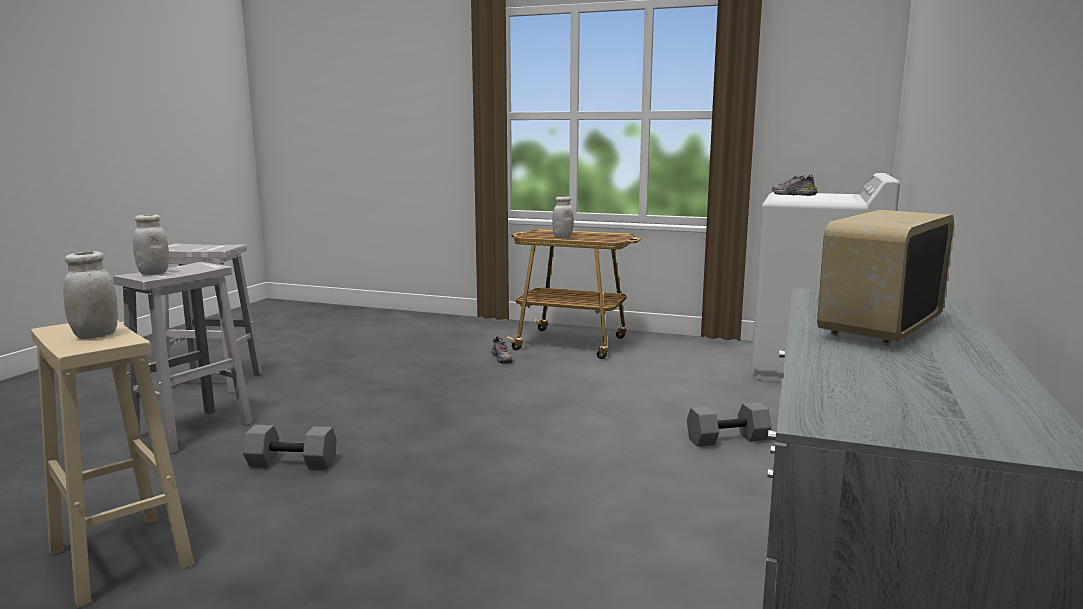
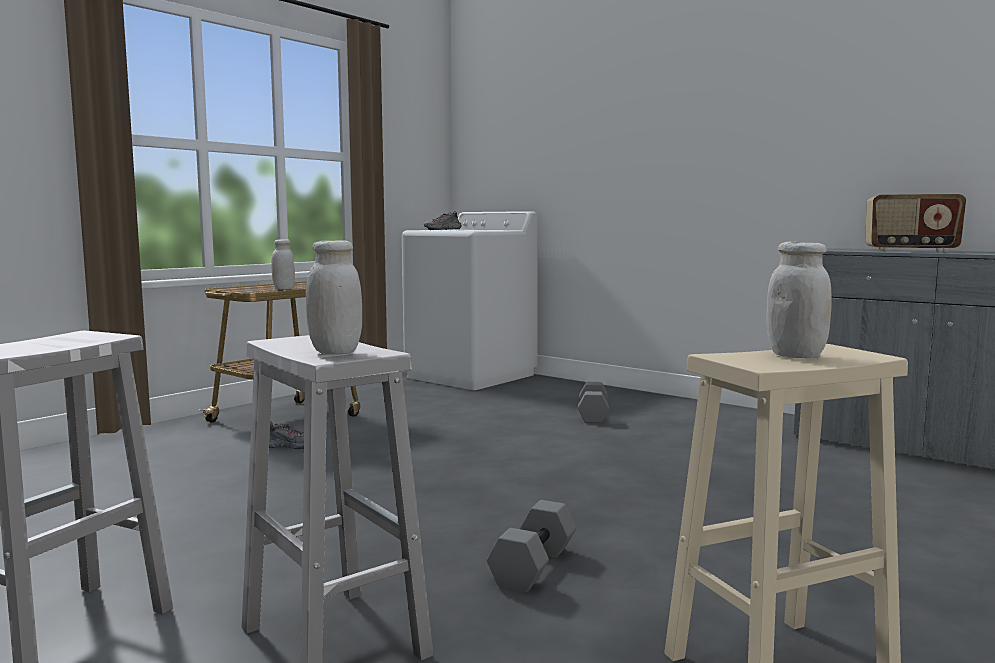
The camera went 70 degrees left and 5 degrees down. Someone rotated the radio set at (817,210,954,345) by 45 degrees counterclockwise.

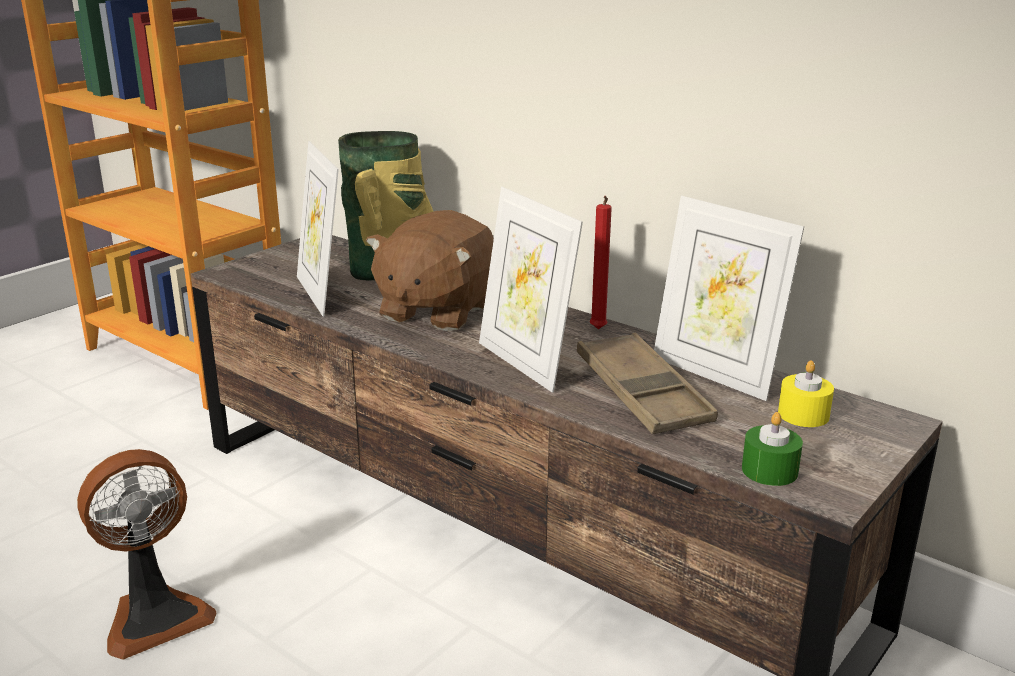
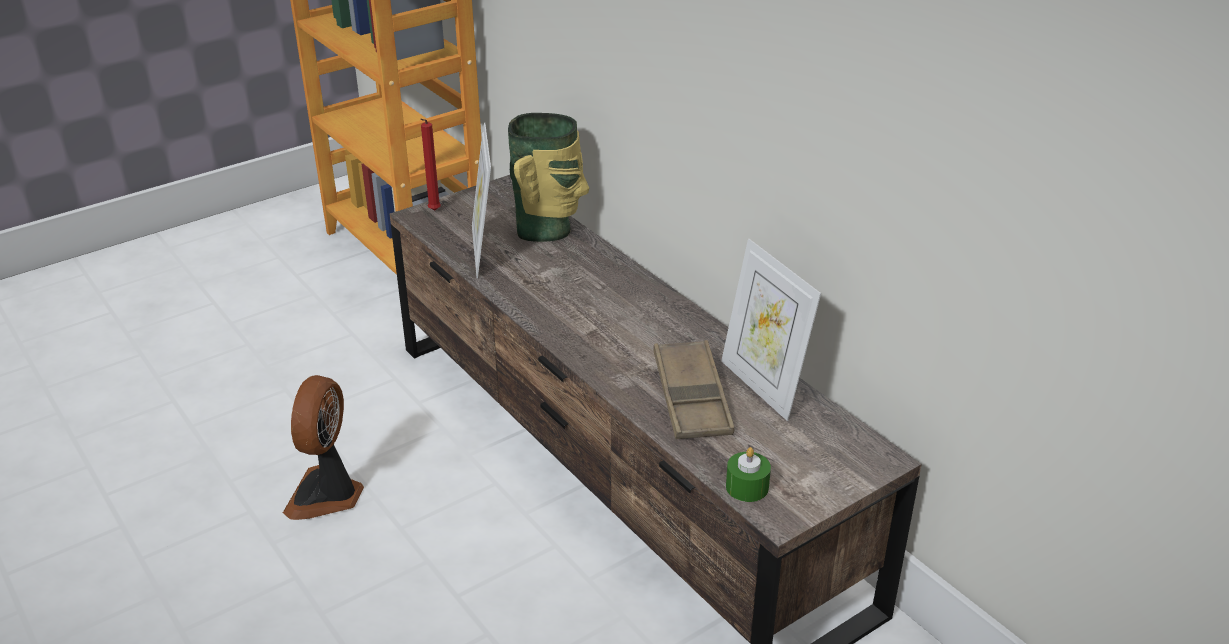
The camera went 15 degrees right and 10 degrees up. Someone rotated the cooling fan at (77,449,217,660) by 120 degrees clockwise. Someone took away the plush toy in brown at (366,210,494,331). Someone took away the picture frame at (479,187,583,393). Someone carried the wax candle in red-coloured from (590,196,612,329) to (420,118,441,210). Someone took away the wax candle in yellowish at (778,360,834,427).

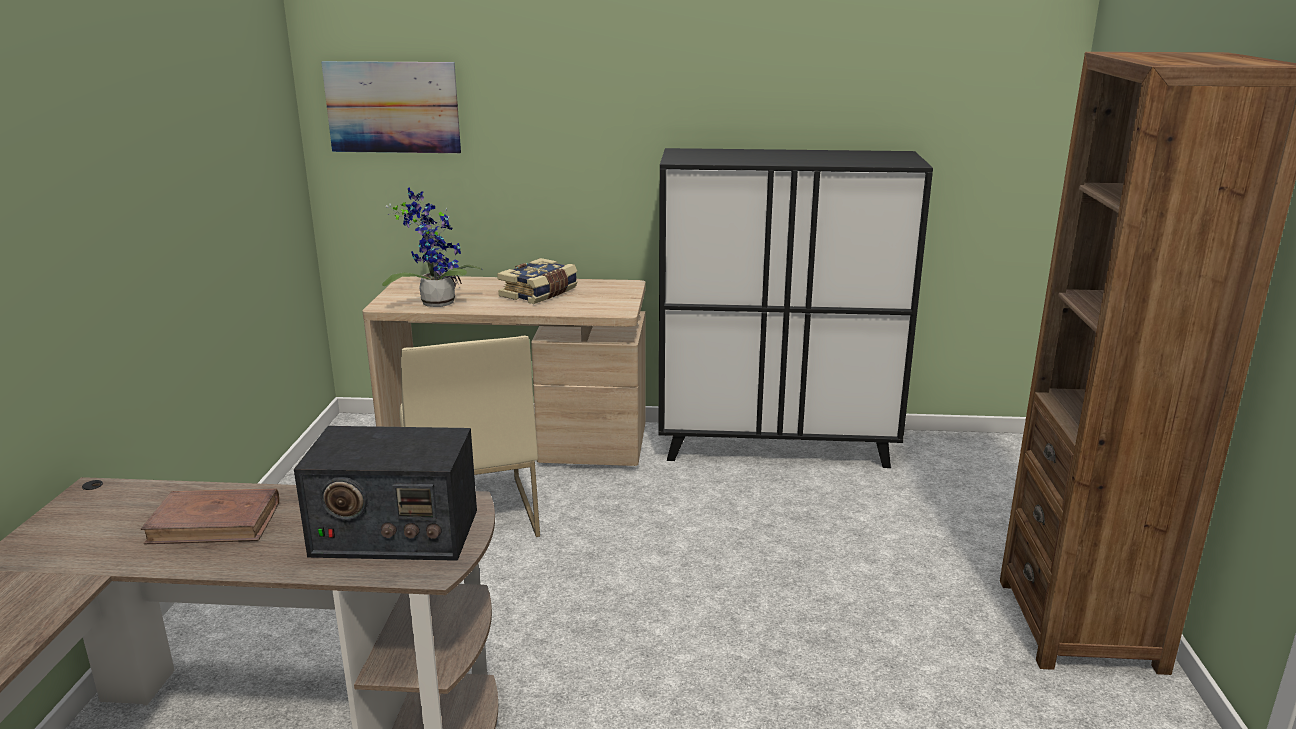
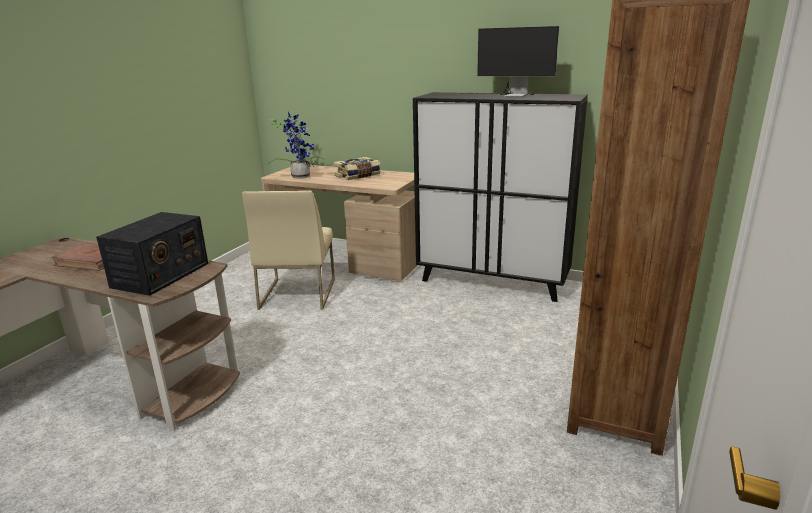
The camera went 20 degrees right and 0 degrees up. Someone rotated the radio set at (294,426,477,561) by 90 degrees counterclockwise. Someone took away the wall art at (321,61,461,153). Someone put down the monitor at (458,26,559,97).

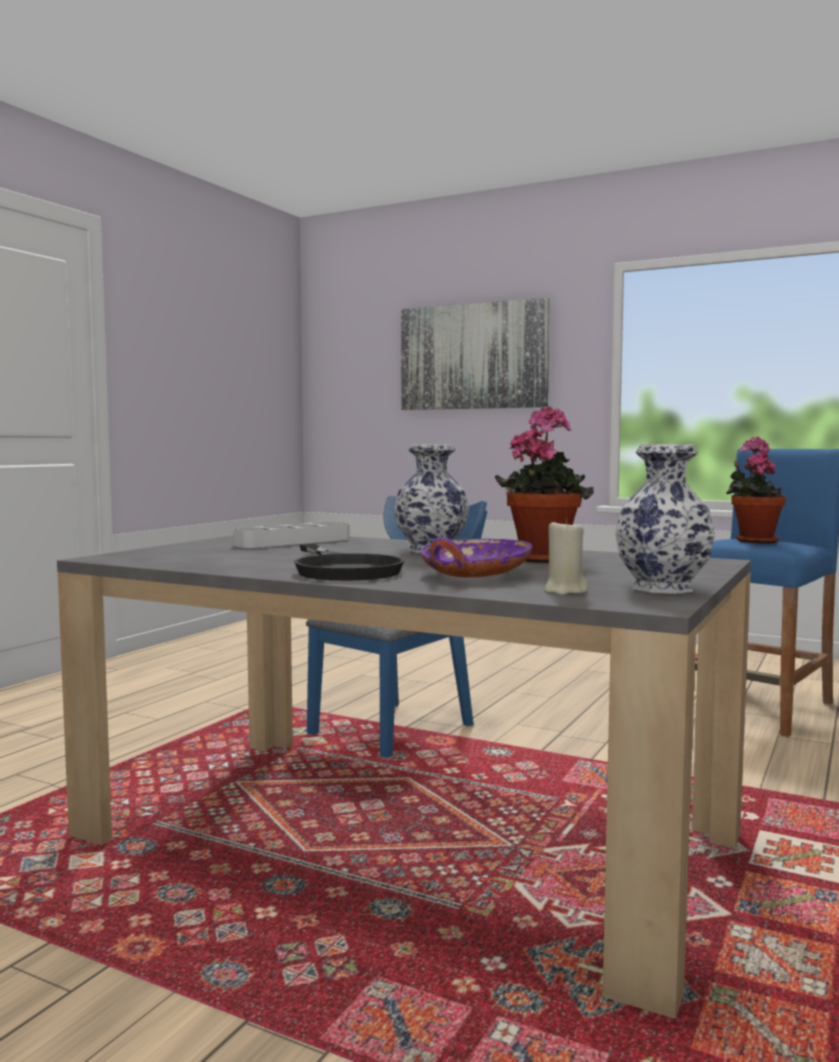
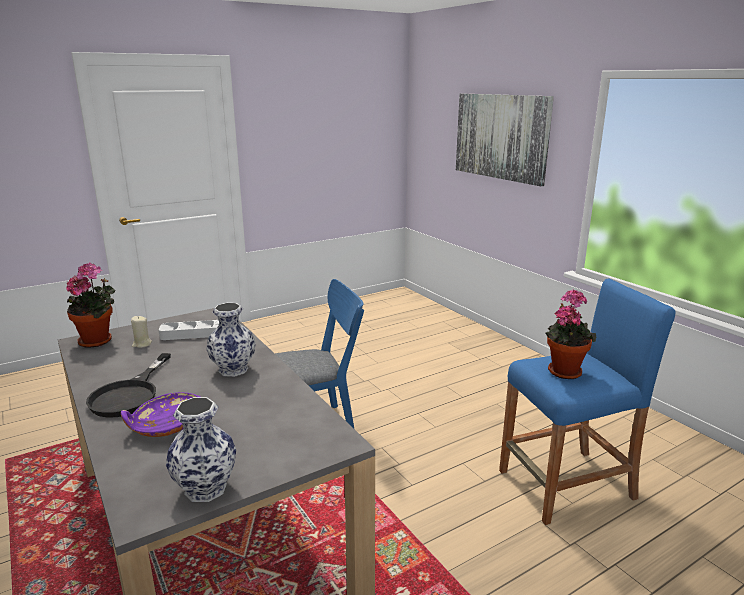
The camera went 30 degrees right and 15 degrees up. Someone carried the houseplant from (495,406,594,563) to (66,262,115,348). Someone carried the wax candle in beige-coloured from (544,519,588,595) to (131,316,152,348).

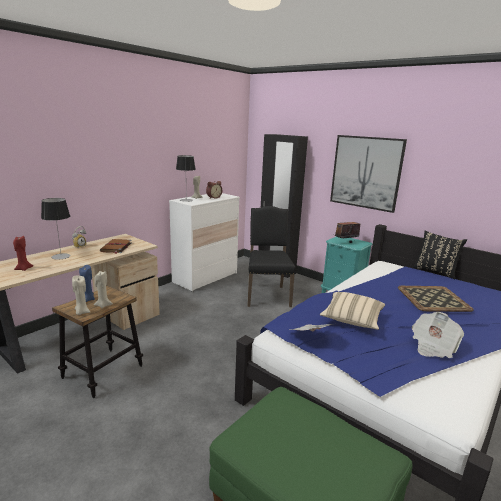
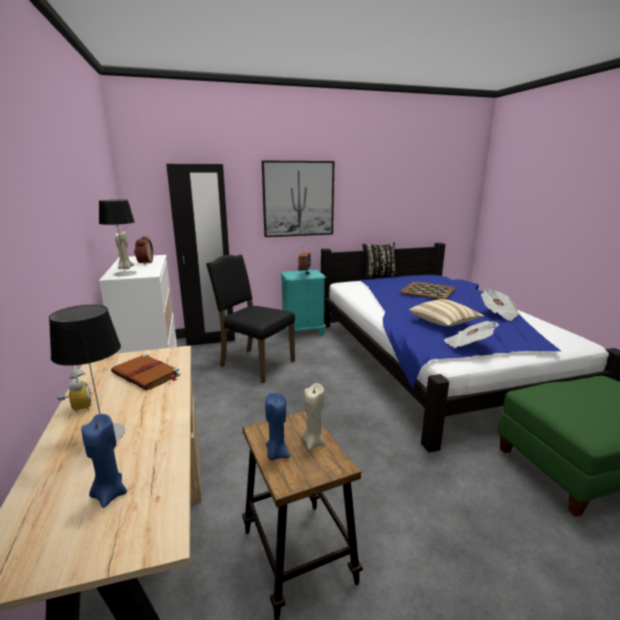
The camera went 55 degrees left and 0 degrees up. Someone repainted the wax candle in red-coloured at (13,236,33,271), which became the wax candle in blue-coloured at (81,414,127,508). Someone took away the wax candle in beige-coloured at (72,275,90,315).

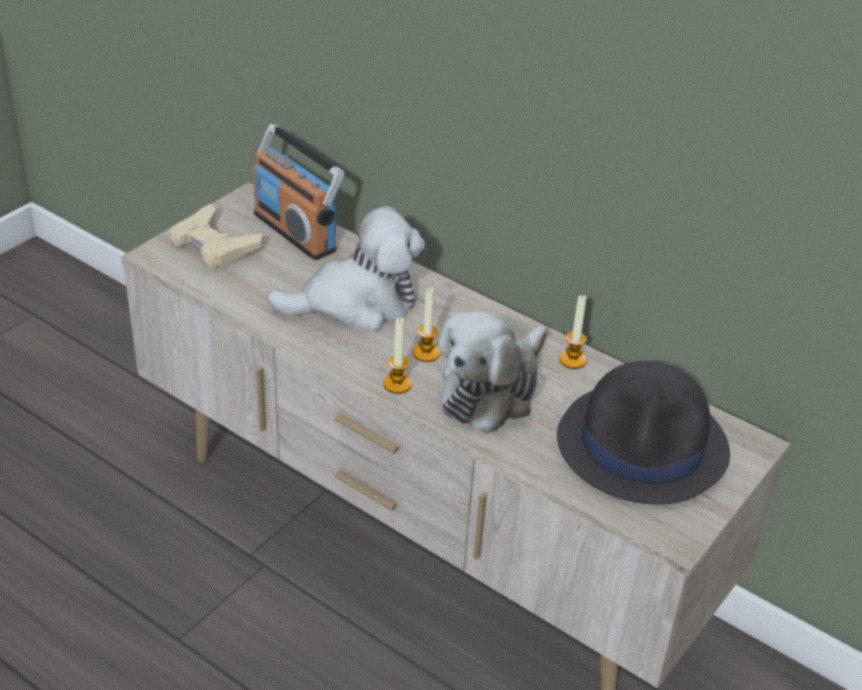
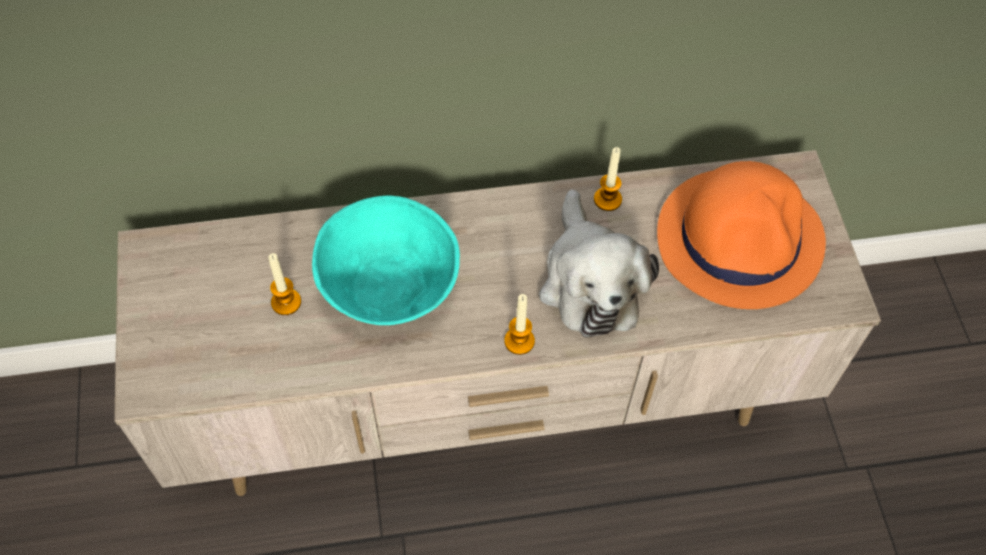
The camera went 45 degrees left and 20 degrees up. Someone took away the gamepad in beige-coloured at (170,204,264,269). Someone took away the radio set at (253,124,344,260). Someone swapped the plush toy at (267,206,425,332) for the serving bowl in turquoise-coloured at (312,196,460,325). Someone carried the wax candle from (413,287,440,362) to (268,253,301,315). Someone repainted the hat in black-coloured at (557,361,730,505), which became the hat in orange at (657,161,826,309).

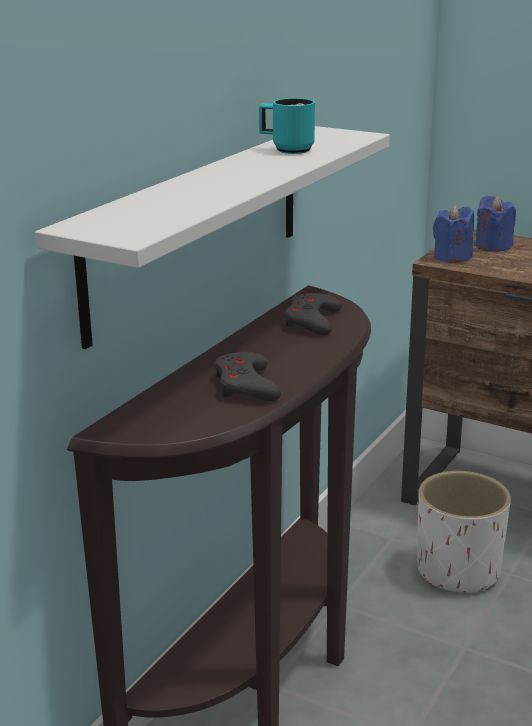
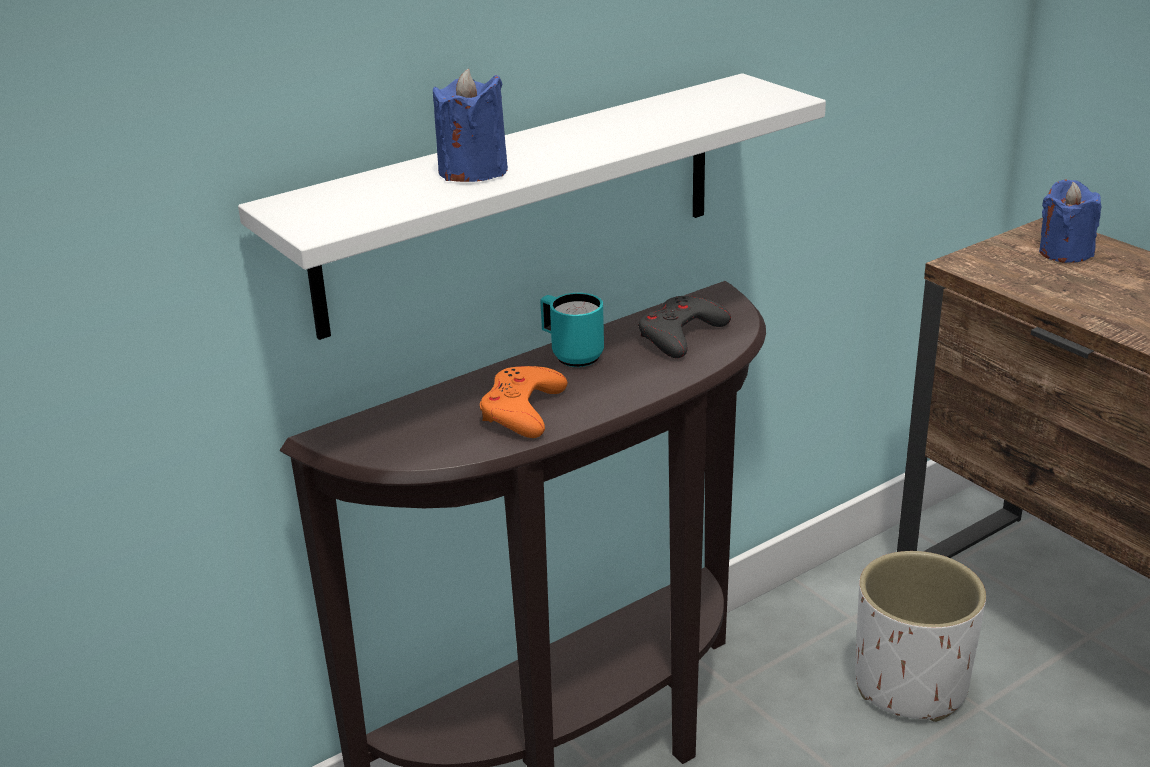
The camera went 25 degrees right and 5 degrees up. Someone repainted the gamepad in grey at (215,352,281,401), which became the gamepad in orange at (480,366,567,438). Someone carried the coffee mug in turquoise-coloured from (259,98,315,154) to (540,293,604,367). Someone carried the wax candle in blue-coloured from (433,204,474,263) to (433,69,508,182).

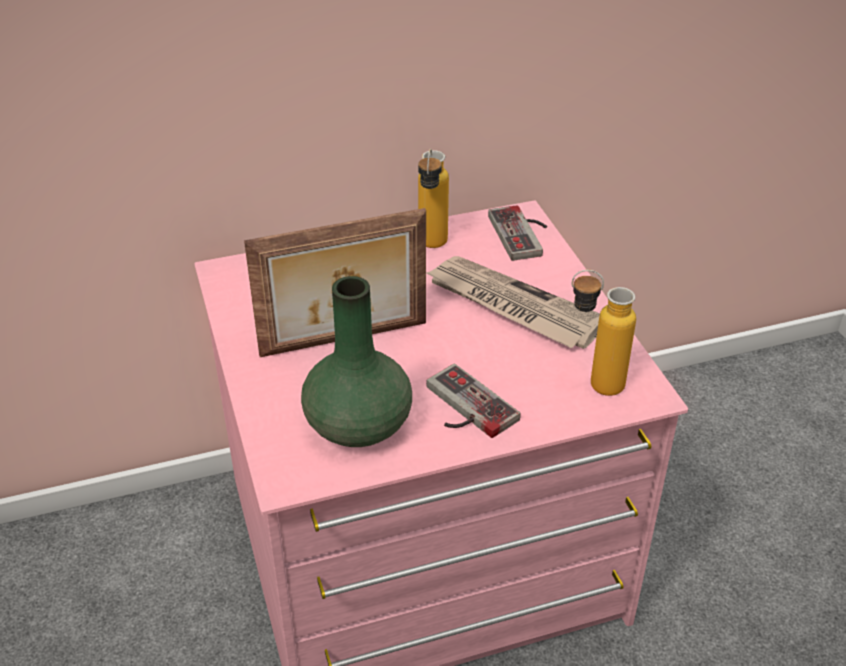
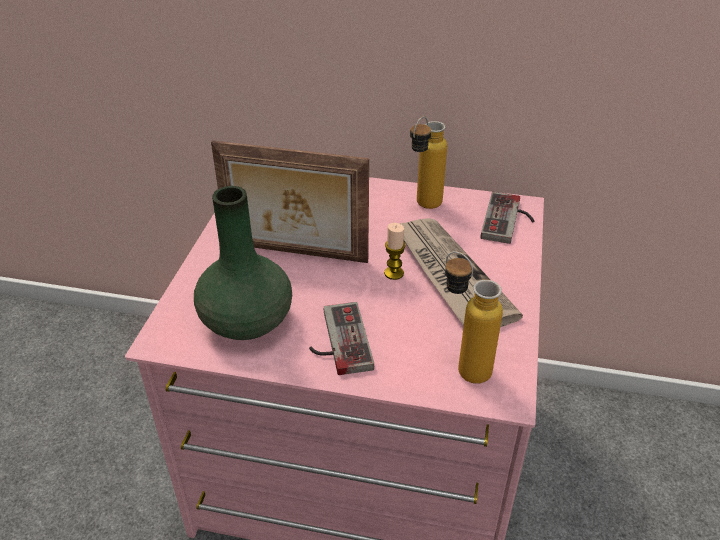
The camera went 30 degrees right and 0 degrees up. Someone put down the wax candle at (384,223,406,280).

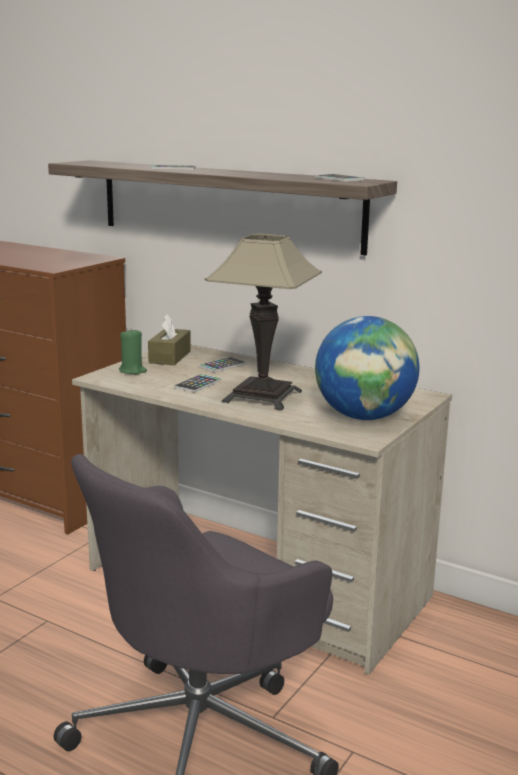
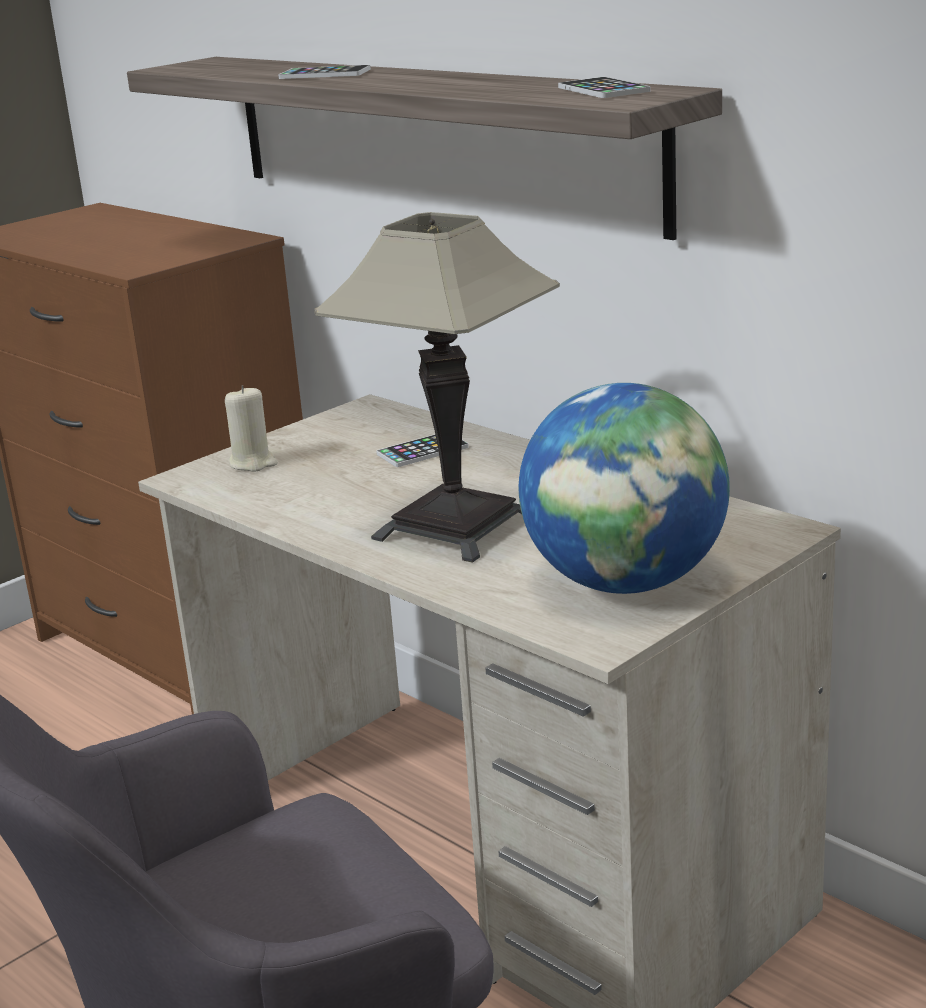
The camera went 15 degrees right and 5 degrees up. Someone repainted the wax candle in greenish at (119,328,147,374), which became the wax candle in beige-coloured at (225,385,278,472). Someone took away the tissue holder in brown at (148,314,191,365). Someone took away the phone at (174,374,221,392).

